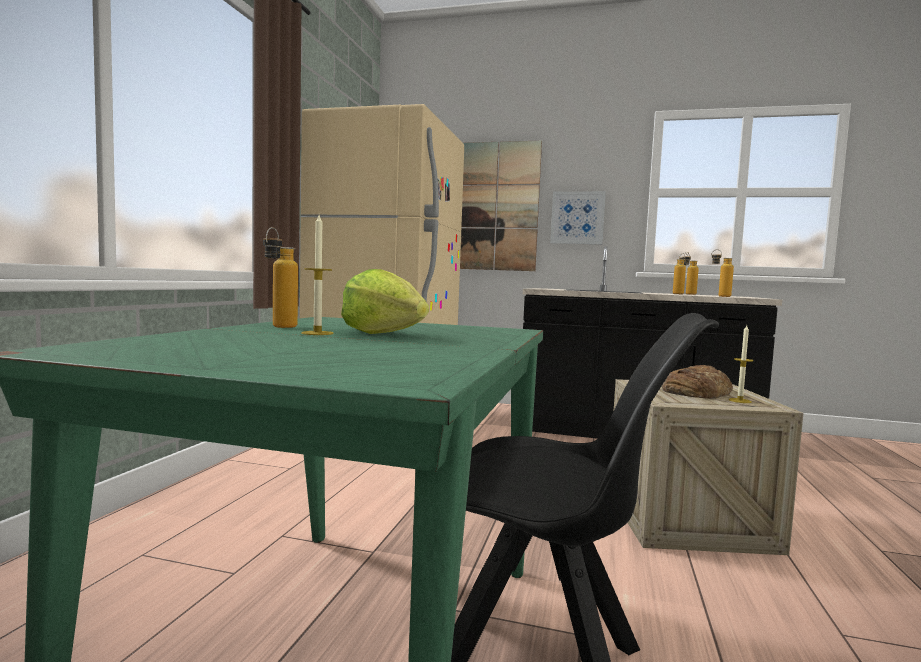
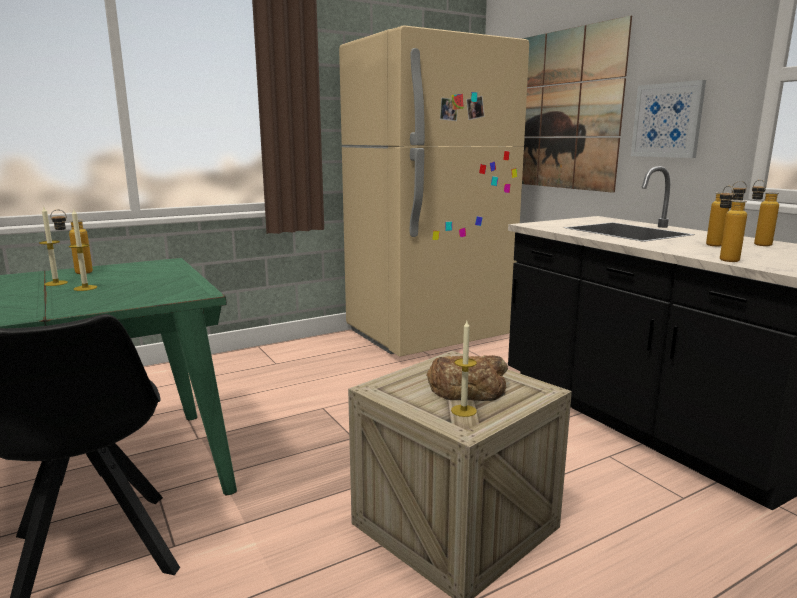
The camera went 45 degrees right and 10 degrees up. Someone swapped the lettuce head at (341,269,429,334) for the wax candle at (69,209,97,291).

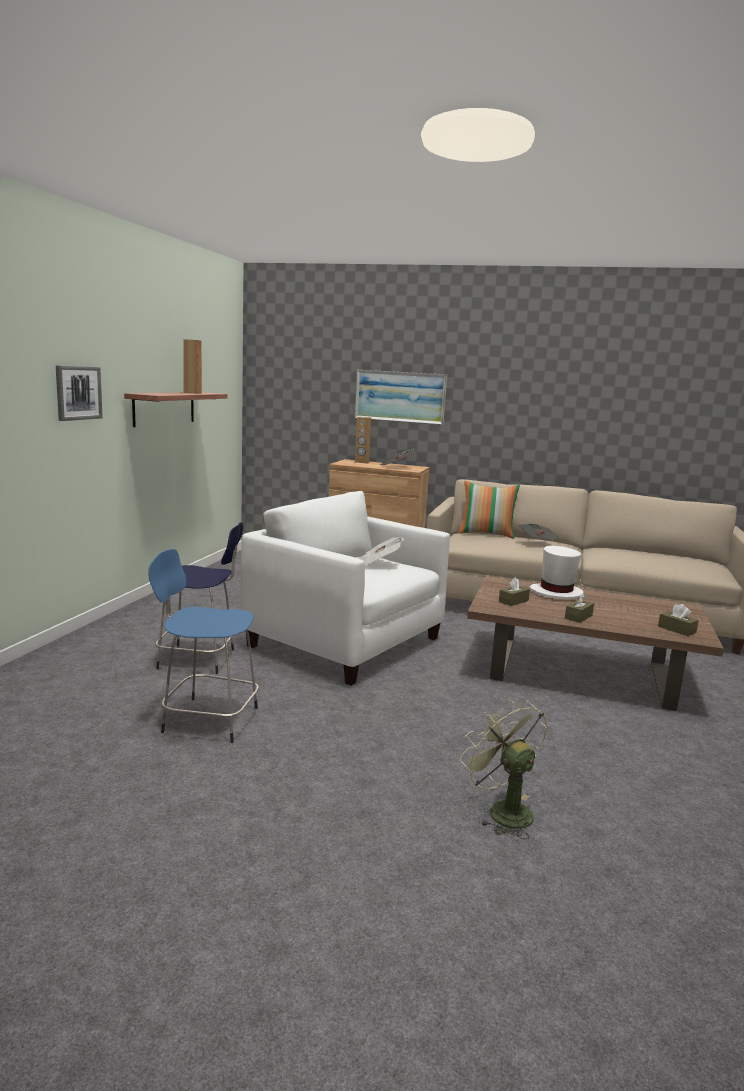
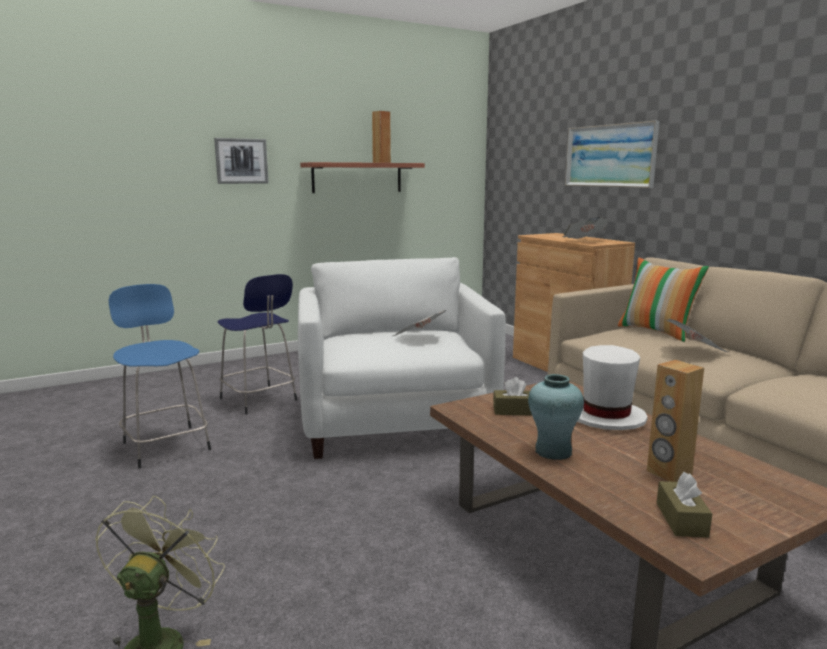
The camera went 45 degrees right and 0 degrees up. Someone carried the audio speaker in brown from (355,417,371,463) to (647,360,704,482). Someone swapped the tissue holder in brown at (565,592,594,623) for the flower vase in turquoise-coloured at (528,374,584,460).

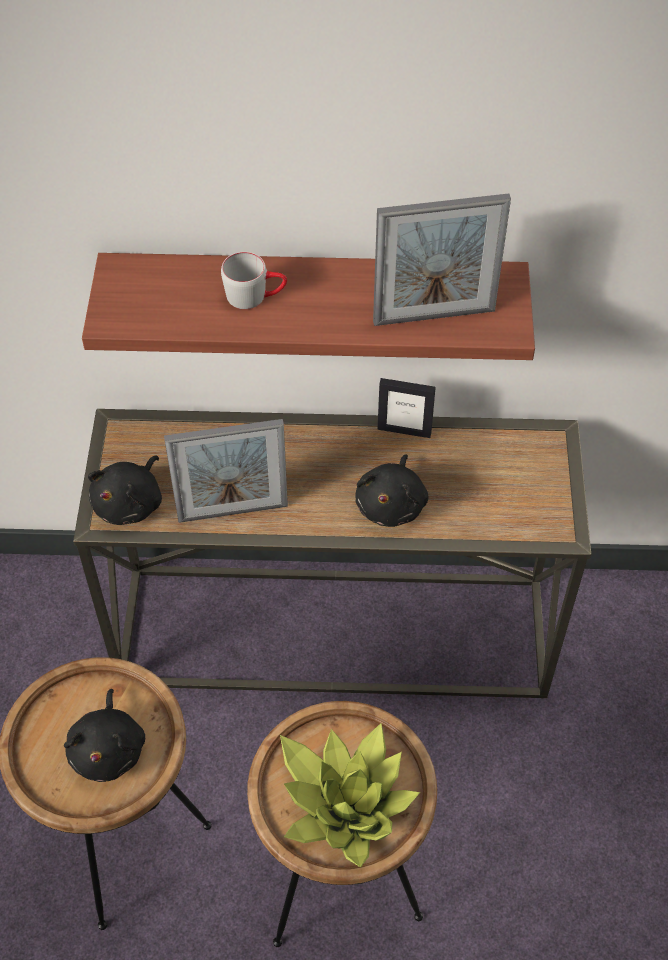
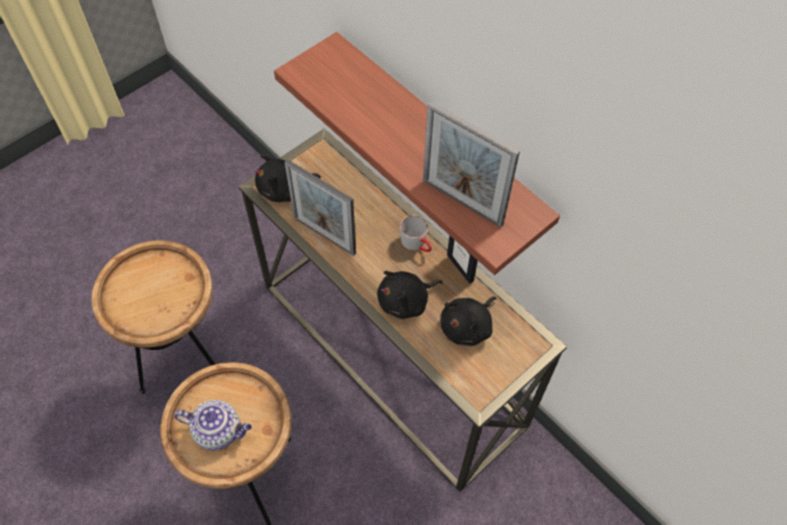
The camera went 45 degrees right and 5 degrees up. Someone carried the plush toy in black-coloured from (64,689,145,782) to (440,296,496,346). Someone carried the coffee mug in grey from (221,252,287,309) to (400,215,432,252). Someone swapped the houseplant at (280,723,420,867) for the tea pot at (174,400,252,450).

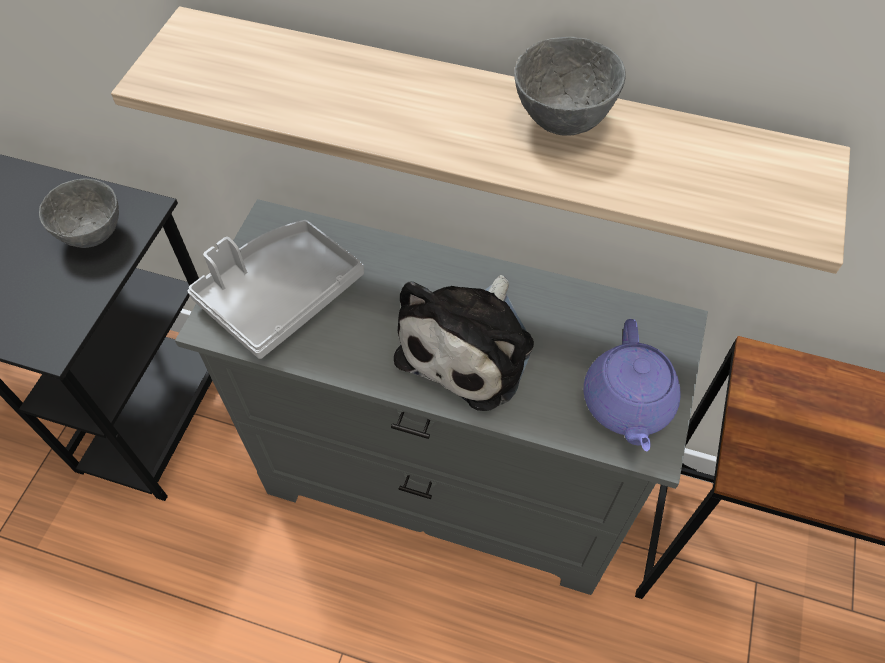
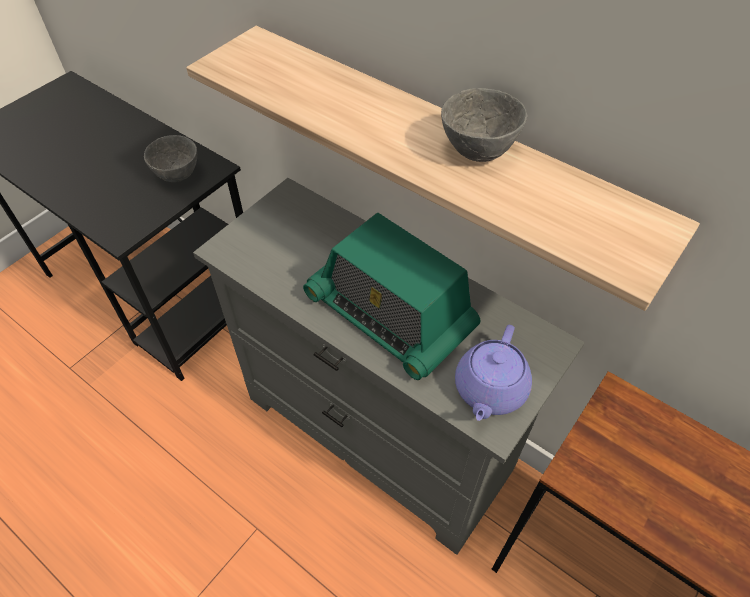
The camera went 20 degrees right and 5 degrees down. Someone took away the tray in grey at (188,220,364,359). Someone swapped the plush toy at (394,275,534,411) for the radio set at (303,212,480,380).

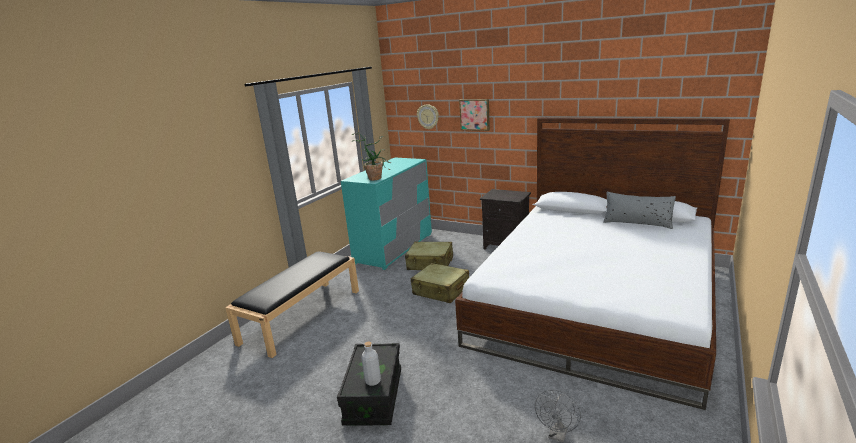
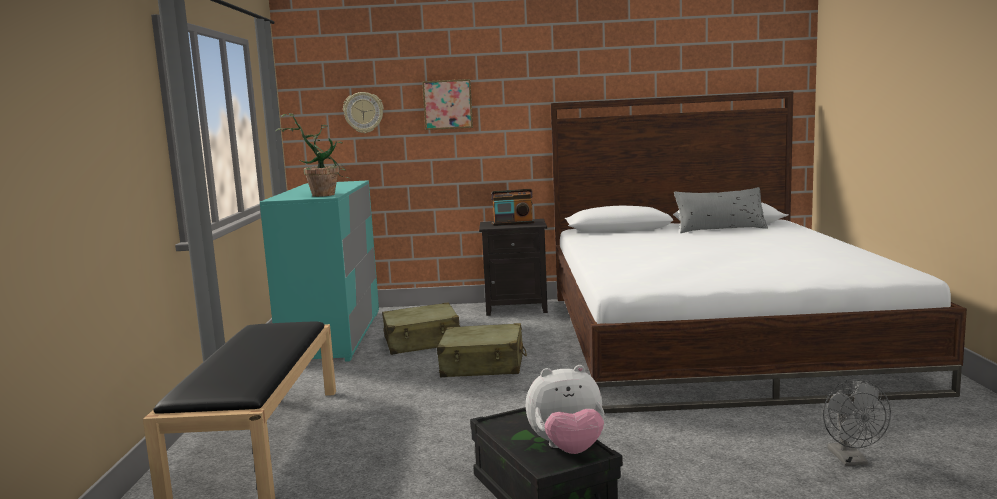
The camera went 30 degrees left and 10 degrees down. Someone swapped the bottle in grey at (361,342,381,386) for the plush toy at (526,365,604,454). Someone put down the radio set at (491,189,535,226).

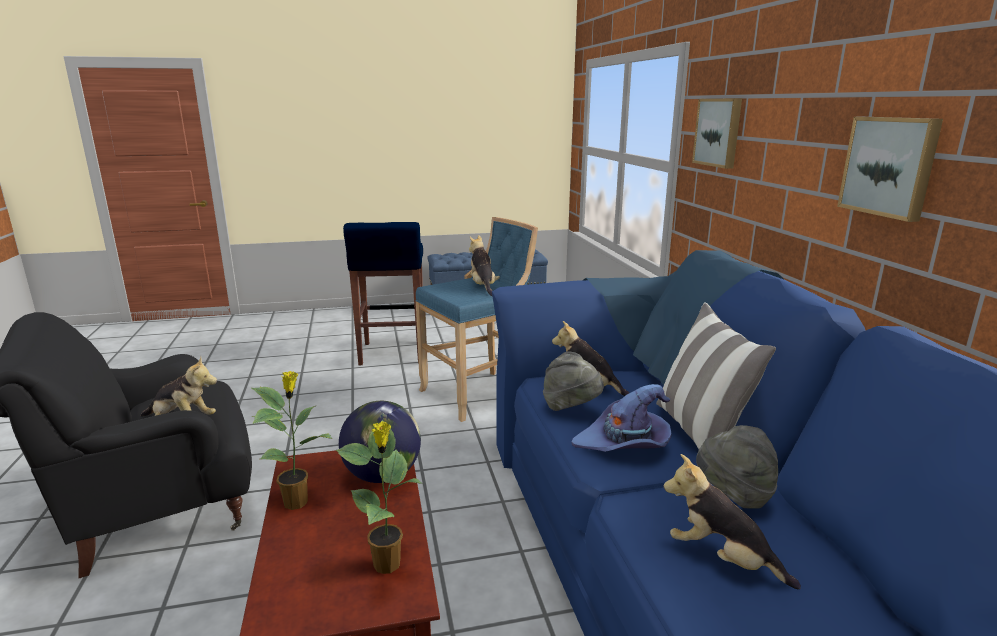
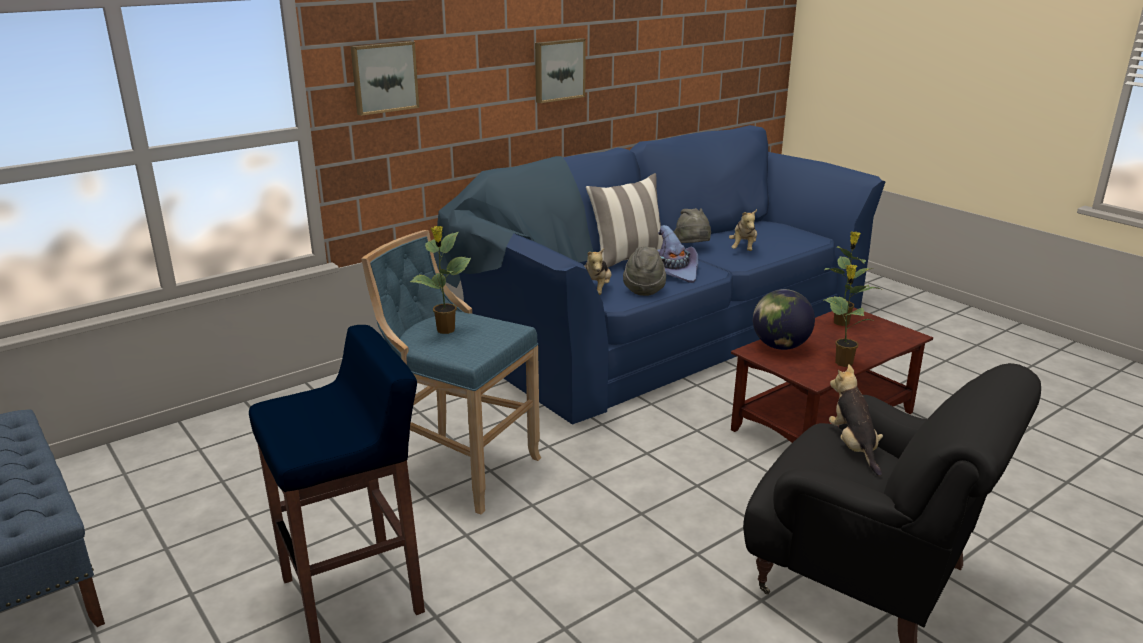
The camera went 115 degrees left and 5 degrees up. Someone swapped the plush toy at (469,236,500,296) for the houseplant at (410,226,471,334).

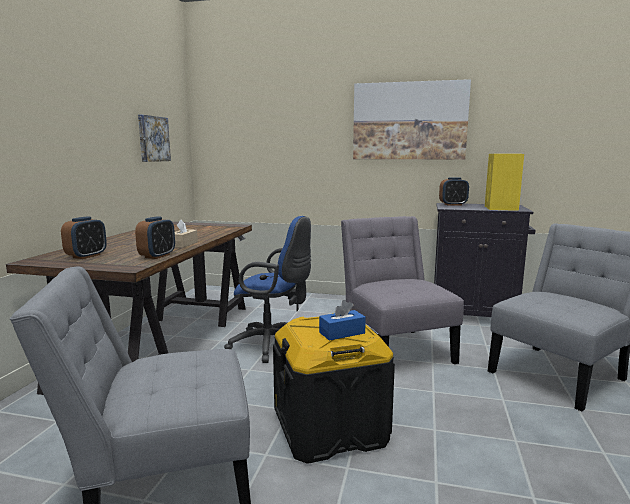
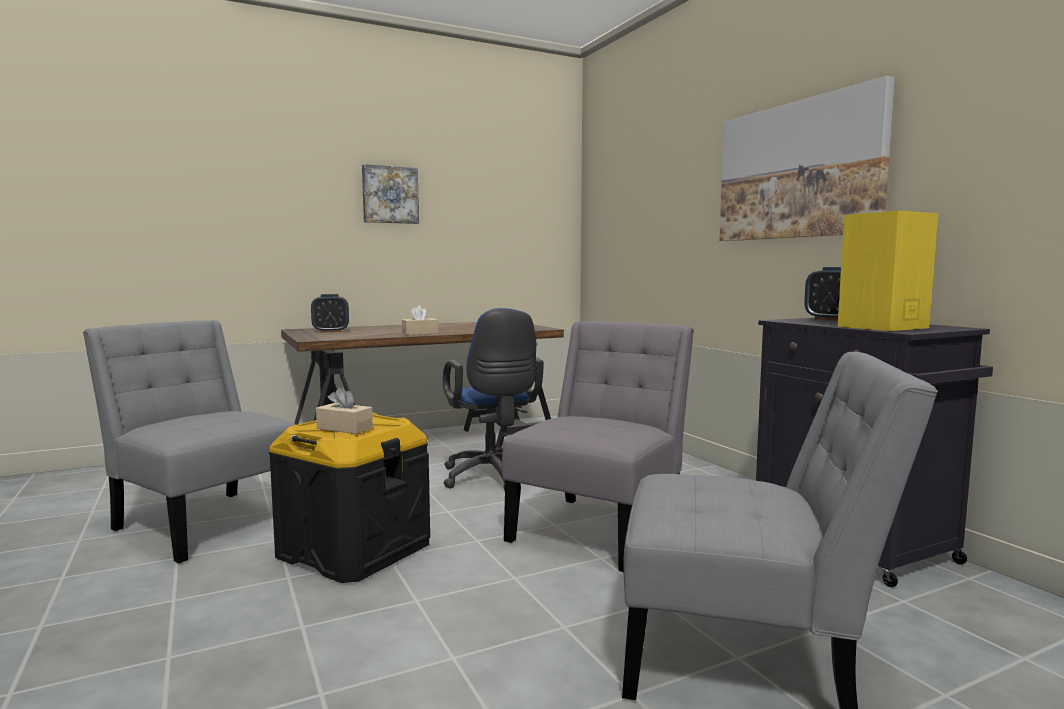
The camera went 50 degrees right and 5 degrees down. Someone took away the table clock at (135,216,175,259). Someone carried the wall art from (138,115,171,162) to (362,164,419,224). Someone repainted the tissue holder in blue-coloured at (319,300,366,341), which became the tissue holder in beige-coloured at (316,387,373,434).

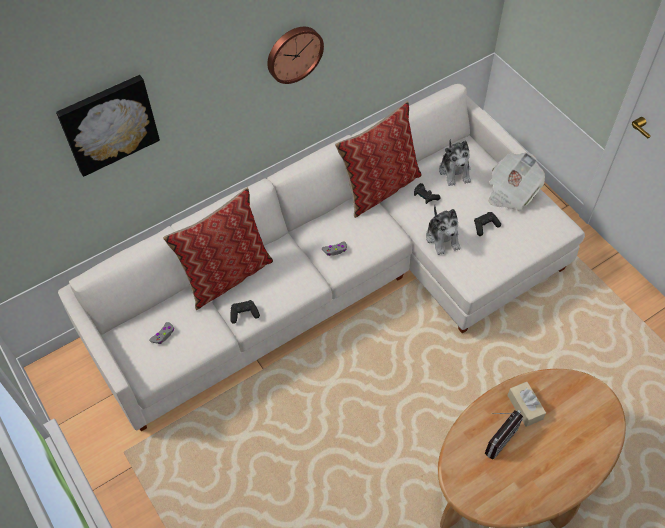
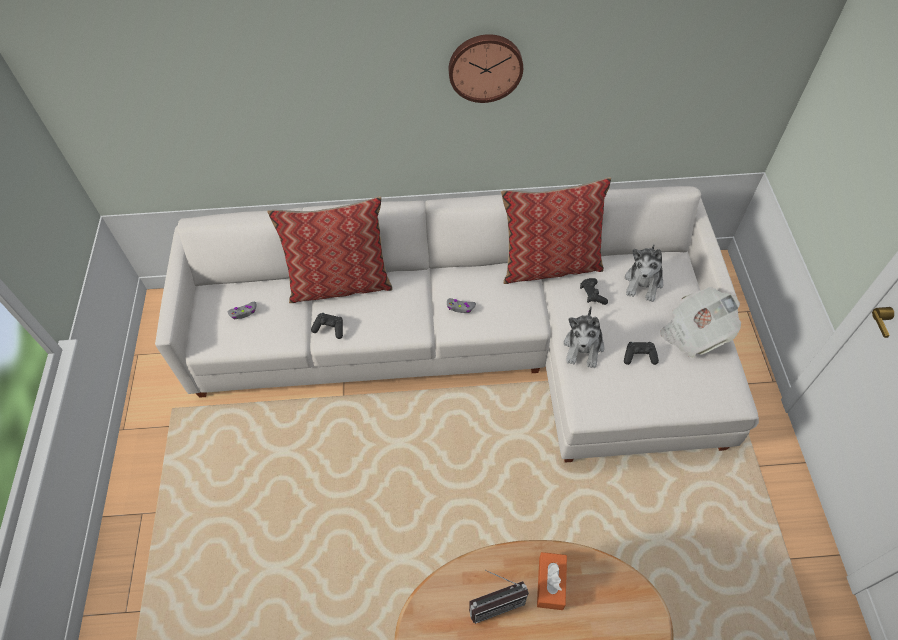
The camera went 30 degrees right and 0 degrees up. Someone took away the wall art at (56,75,160,177). Someone repainted the tissue holder in beige-coloured at (507,382,546,427), which became the tissue holder in orange at (537,552,567,610).

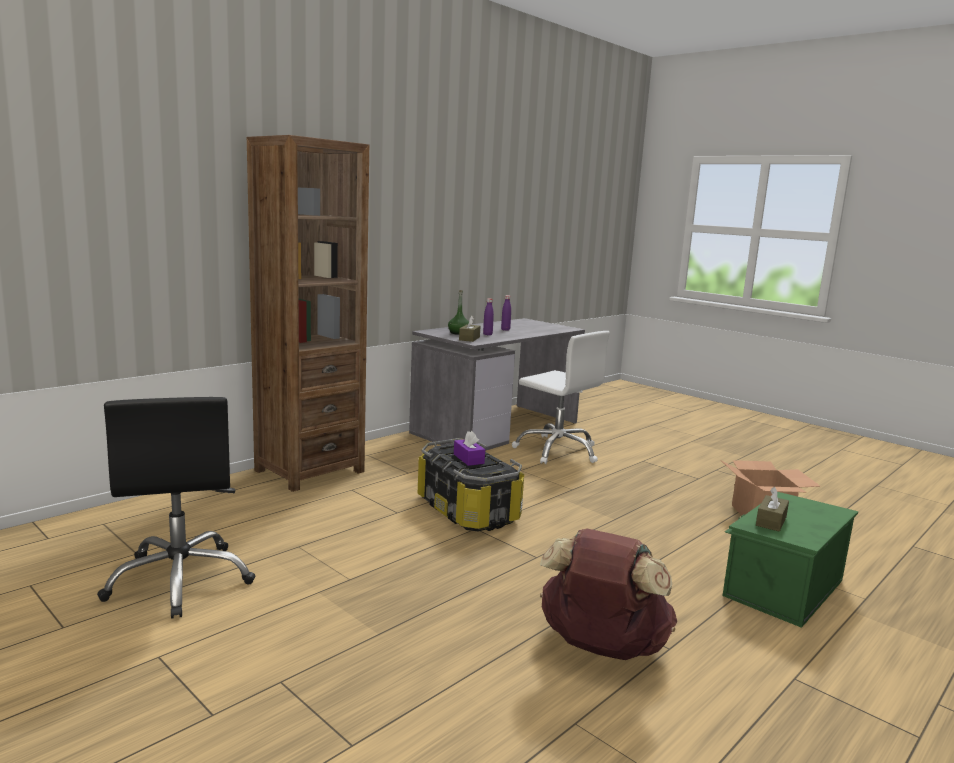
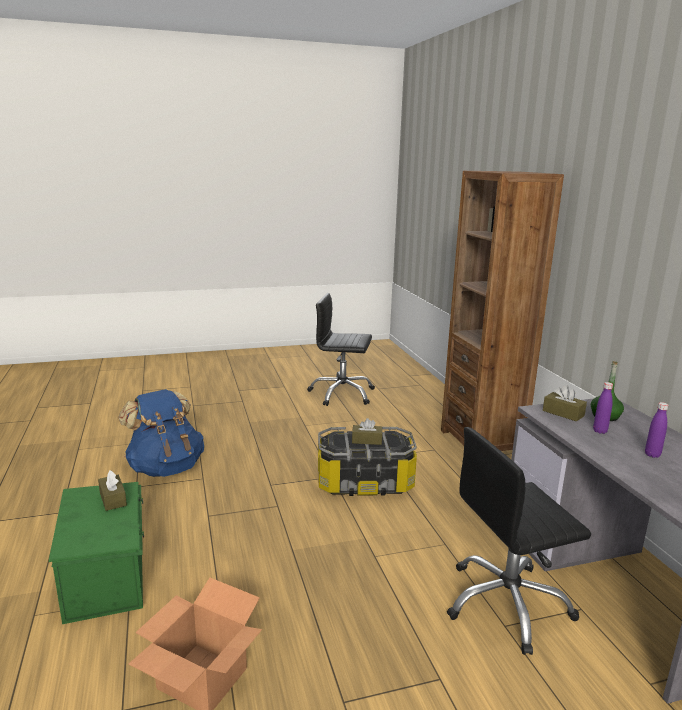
The camera went 120 degrees right and 5 degrees up. Someone repainted the tissue holder in purple-coloured at (454,431,485,466), which became the tissue holder in brown at (352,418,382,445). Someone repainted the desk chair in white at (512,331,610,464), which became the desk chair in black-coloured at (447,427,591,655). Someone repainted the rucksack in brown at (540,529,677,660), which became the rucksack in blue-coloured at (118,389,204,477).

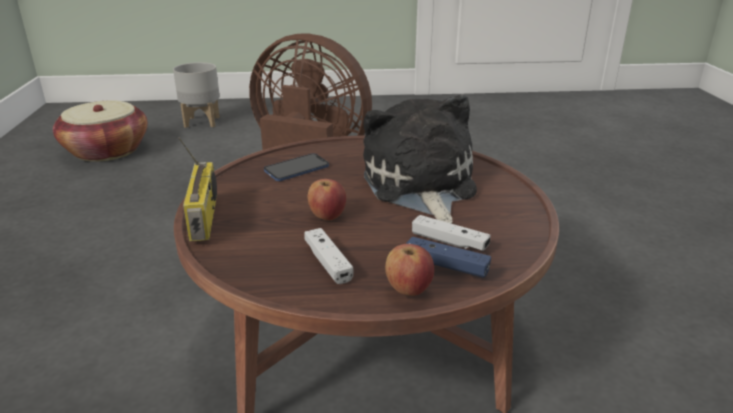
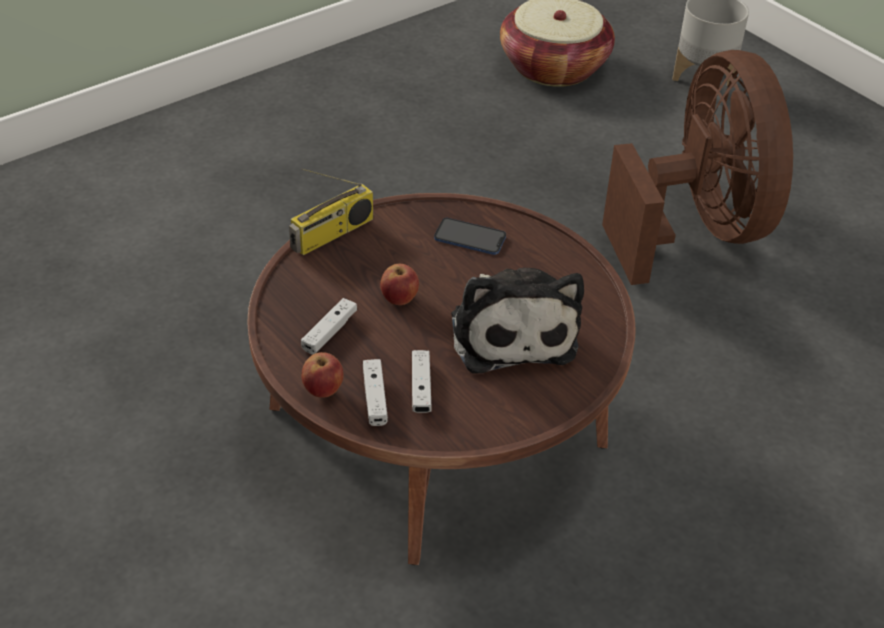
The camera went 55 degrees right and 15 degrees up. Someone rotated the plush toy at (363,95,477,224) by 120 degrees clockwise. Someone repainted the gamepad in blue-coloured at (406,237,491,278), which became the gamepad in white at (363,359,388,426).

